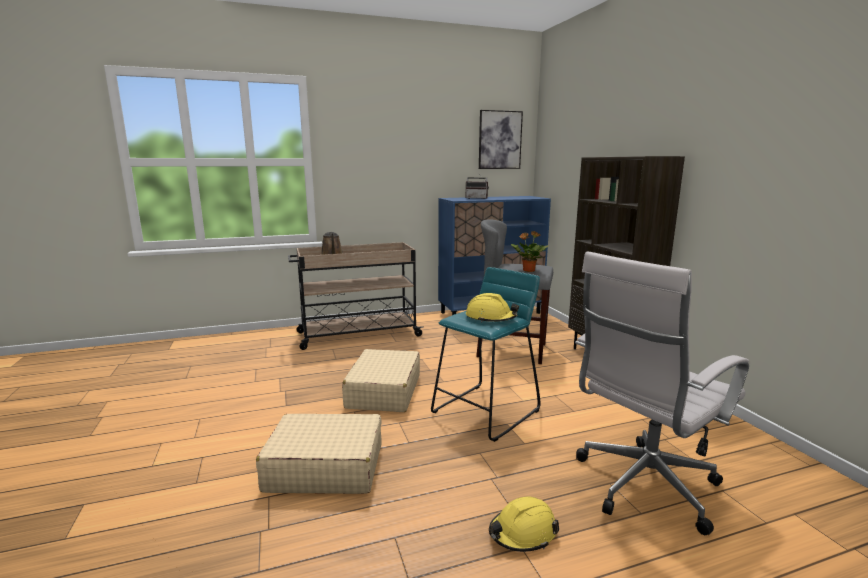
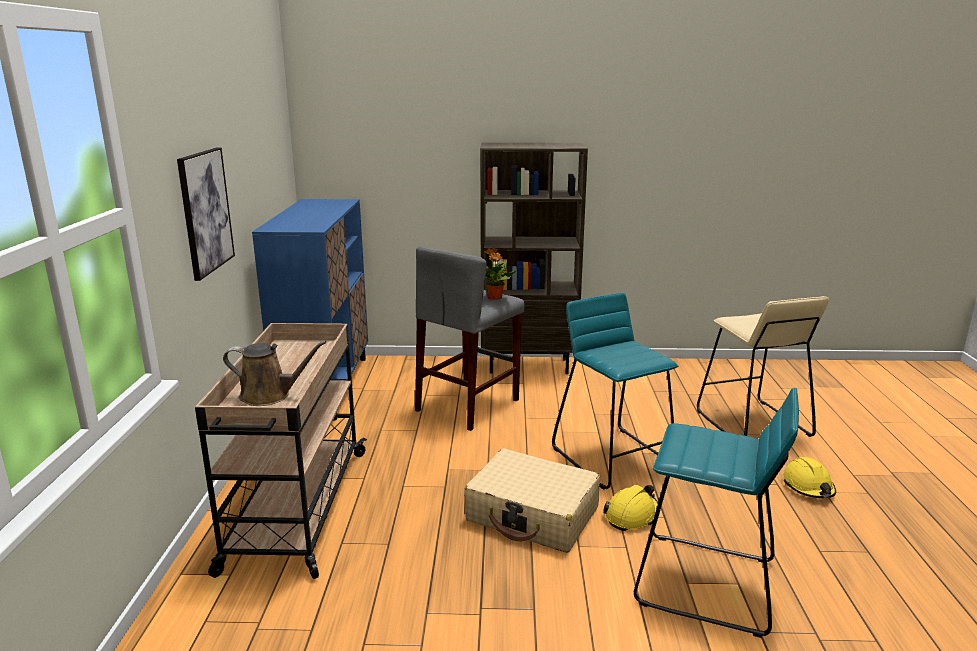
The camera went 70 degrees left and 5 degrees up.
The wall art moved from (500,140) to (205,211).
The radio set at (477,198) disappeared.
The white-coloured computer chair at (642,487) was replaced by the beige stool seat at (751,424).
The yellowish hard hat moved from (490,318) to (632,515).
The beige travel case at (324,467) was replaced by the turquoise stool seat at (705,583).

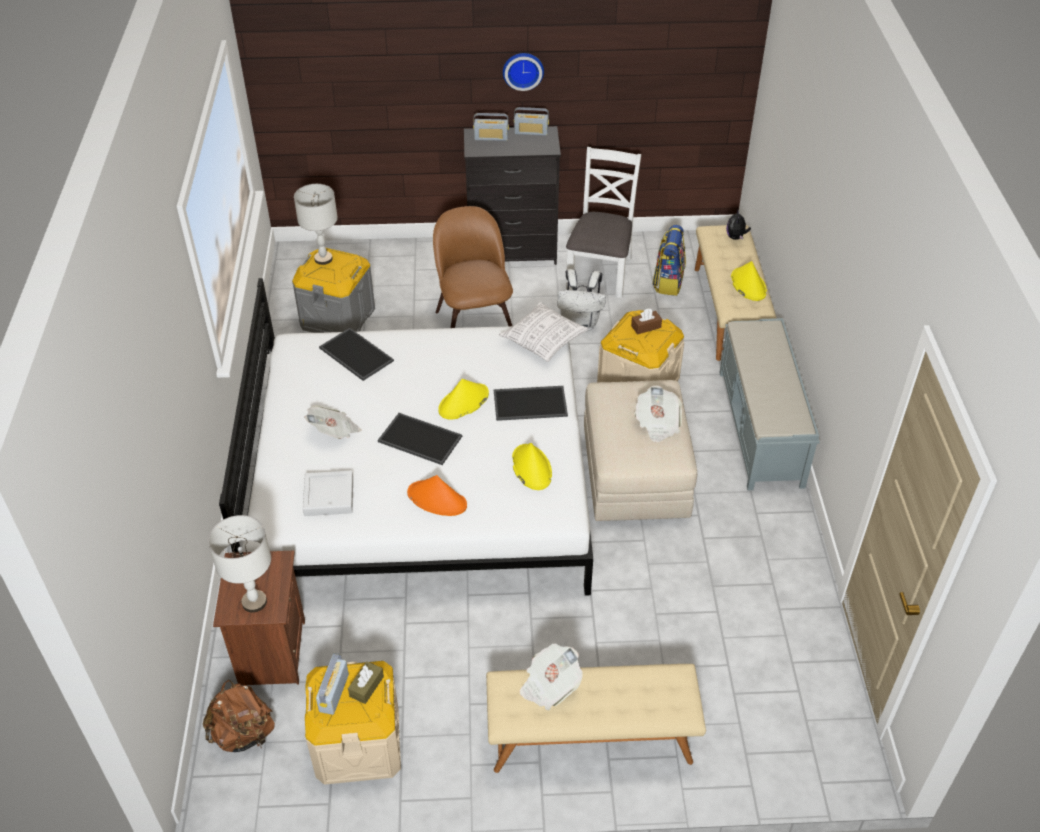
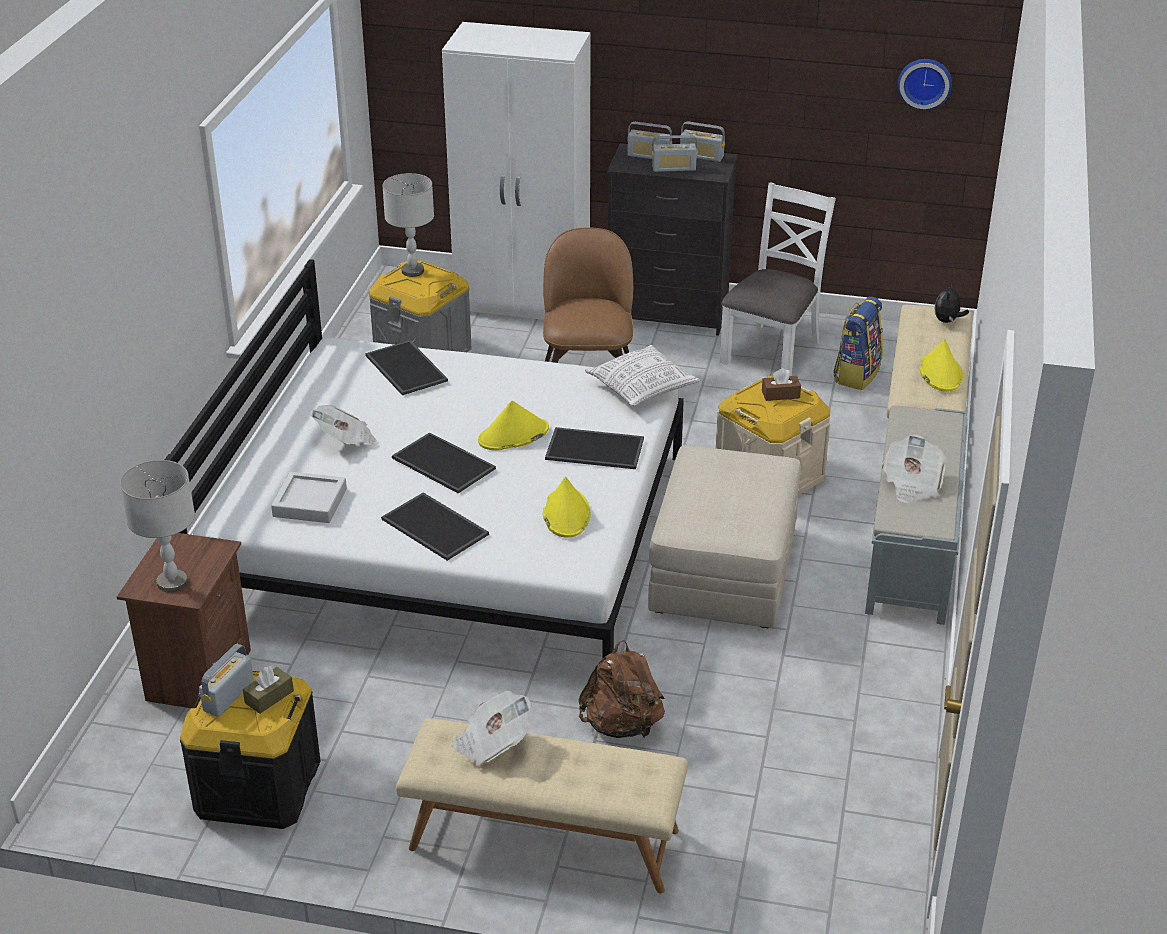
The camera went 15 degrees right and 10 degrees down.
The clock on the wall moved from (523,70) to (924,82).
The white-coloured knapsack at (580,323) disappeared.
The daily paper moved from (657,424) to (911,484).
The orange-coloured wearable hat at (437,499) was replaced by the serving tray at (436,526).
The beige storage bin at (358,744) became the black-coloured storage bin at (258,787).
The brown knapsack moved from (243,734) to (622,725).
The white-coloured wardrobe at (524,302) appeared.
The radio set at (674,168) appeared.

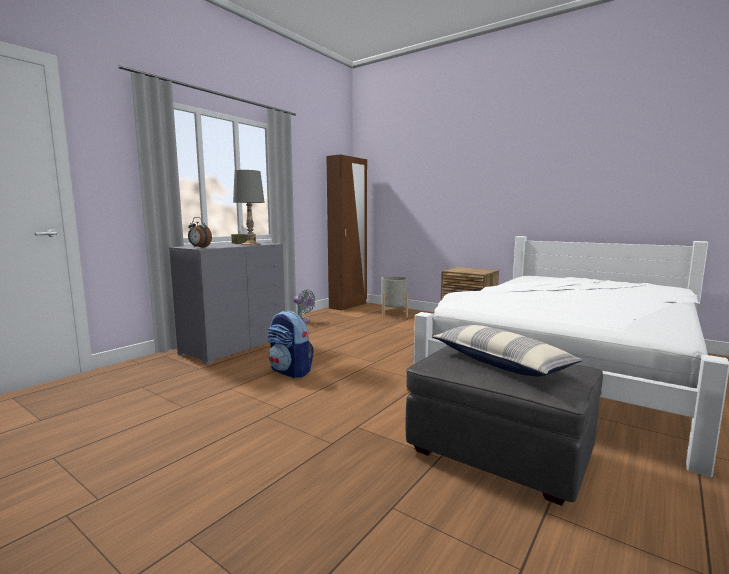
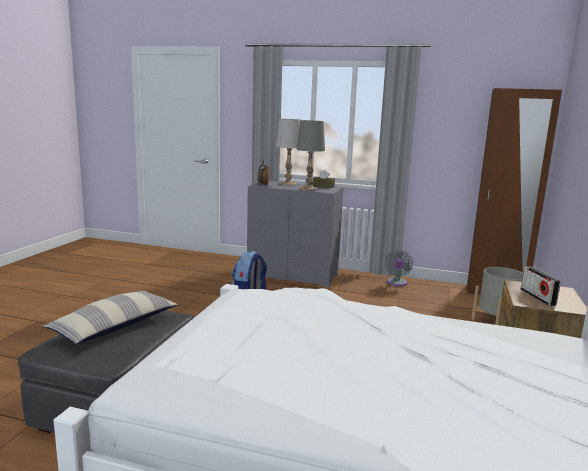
The camera went 70 degrees right and 5 degrees up.
The white-coloured tabletop lamp at (288,184) appeared.
The radio set at (537,297) appeared.

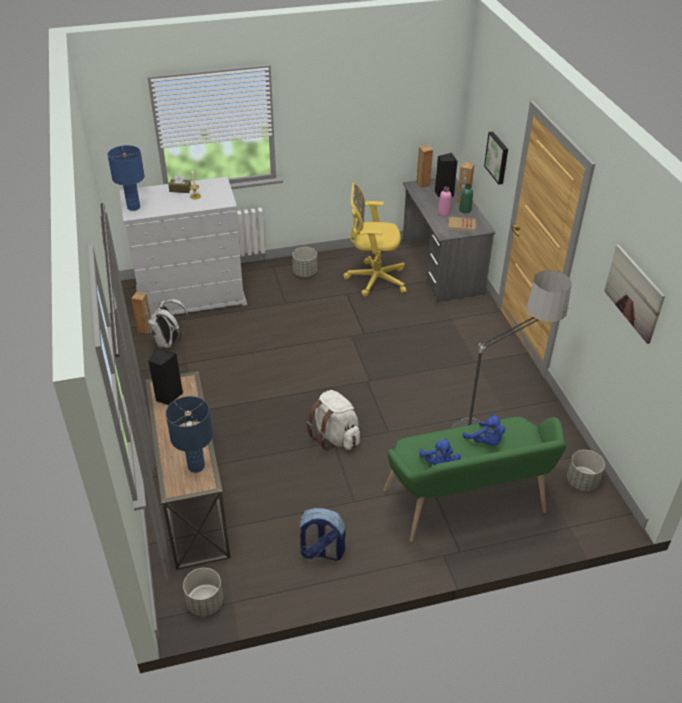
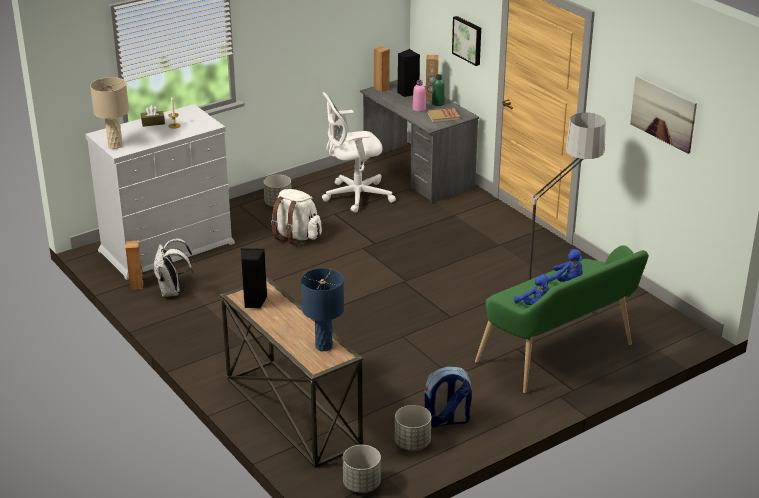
The camera went 20 degrees left and 10 degrees down.
The blue tabletop lamp at (133,207) became the beige tabletop lamp at (115,145).
The yellowish computer chair at (373,279) became the white-coloured computer chair at (354,196).
The white-coloured knapsack moved from (335,437) to (295,236).
The gray plant pot moved from (582,482) to (412,443).

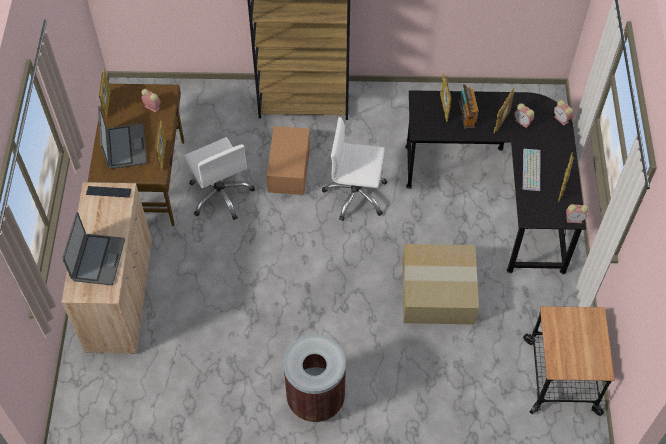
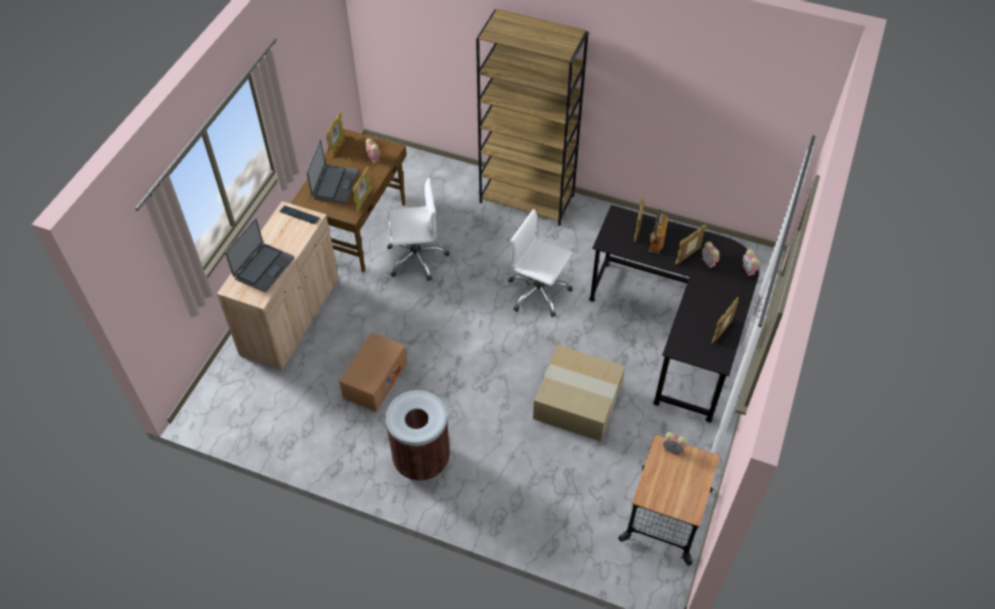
The camera went 20 degrees right and 5 degrees down.
The packing box moved from (289,168) to (375,380).
The white-coloured computer chair at (221,194) turned 90 degrees counterclockwise.
The computer keyboard at (532,170) disappeared.
The table clock moved from (575,219) to (673,449).

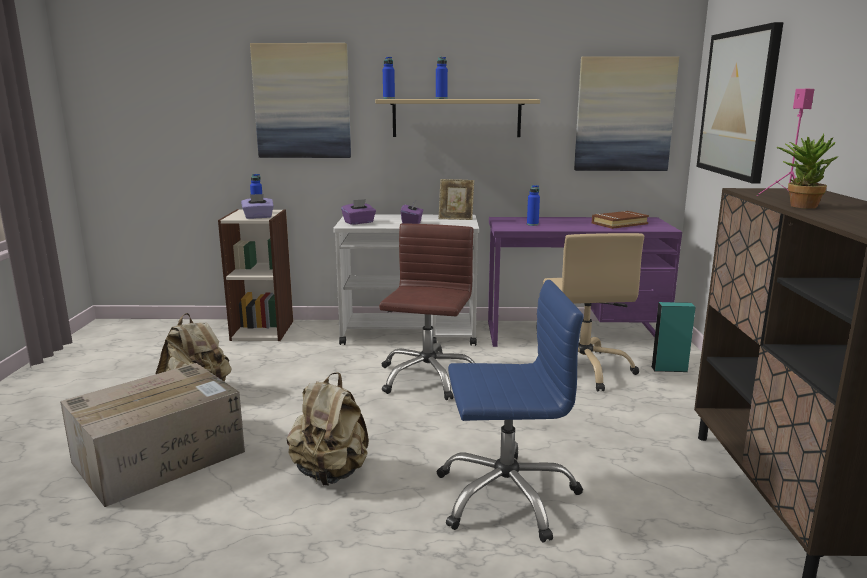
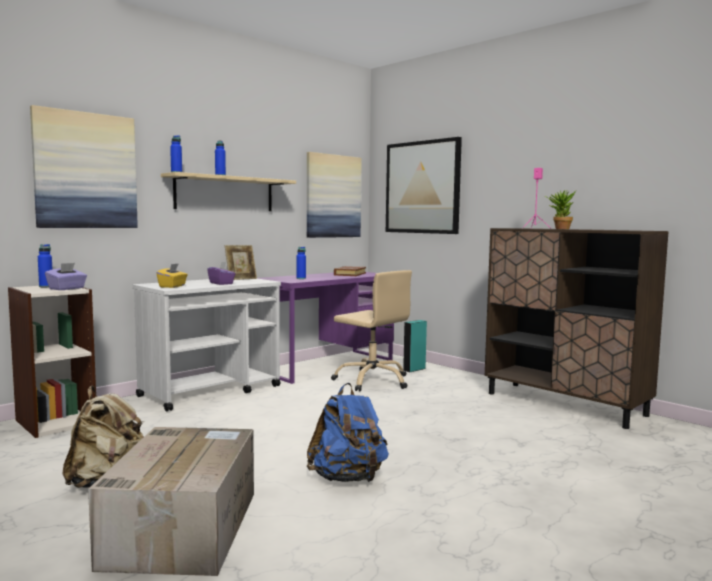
The camera went 45 degrees left and 10 degrees down.
The purple-coloured tissue box at (359,222) became the yellowish tissue box at (172,286).
The brown computer chair at (427,377) disappeared.
The blue computer chair at (506,496) disappeared.
The beige knapsack at (331,473) became the blue knapsack at (348,478).

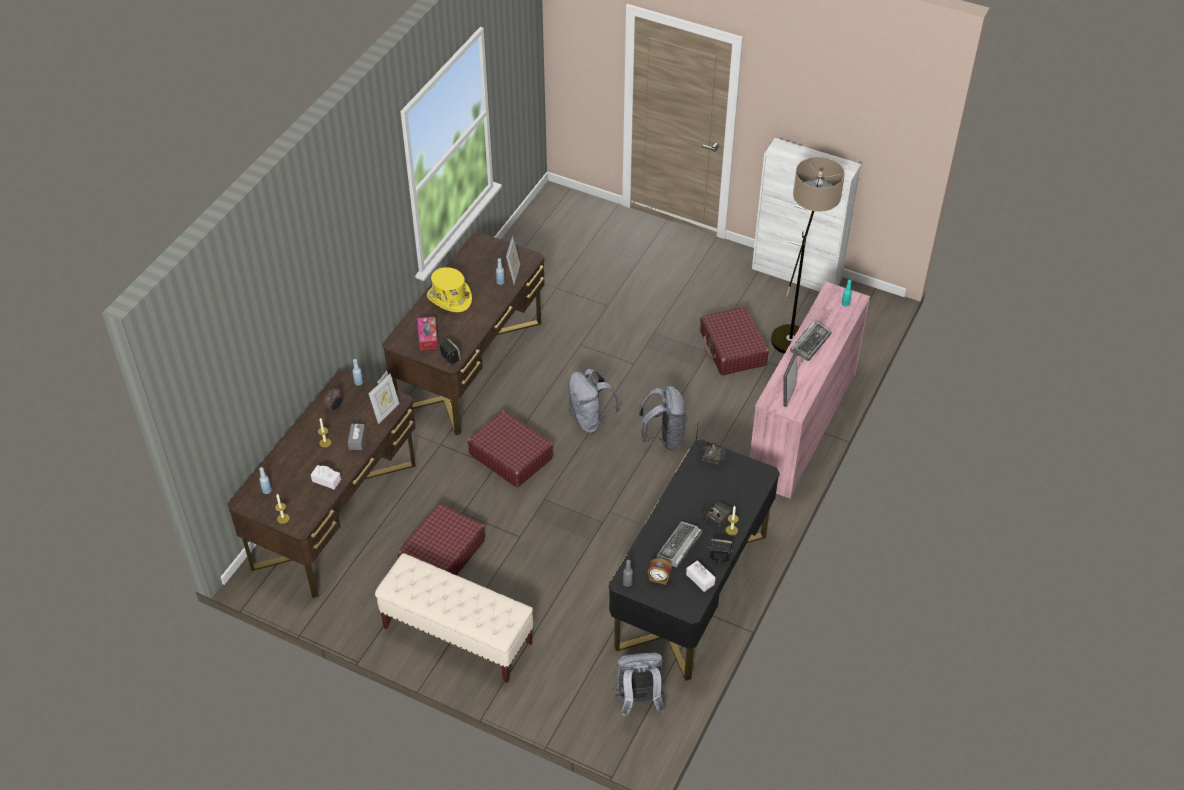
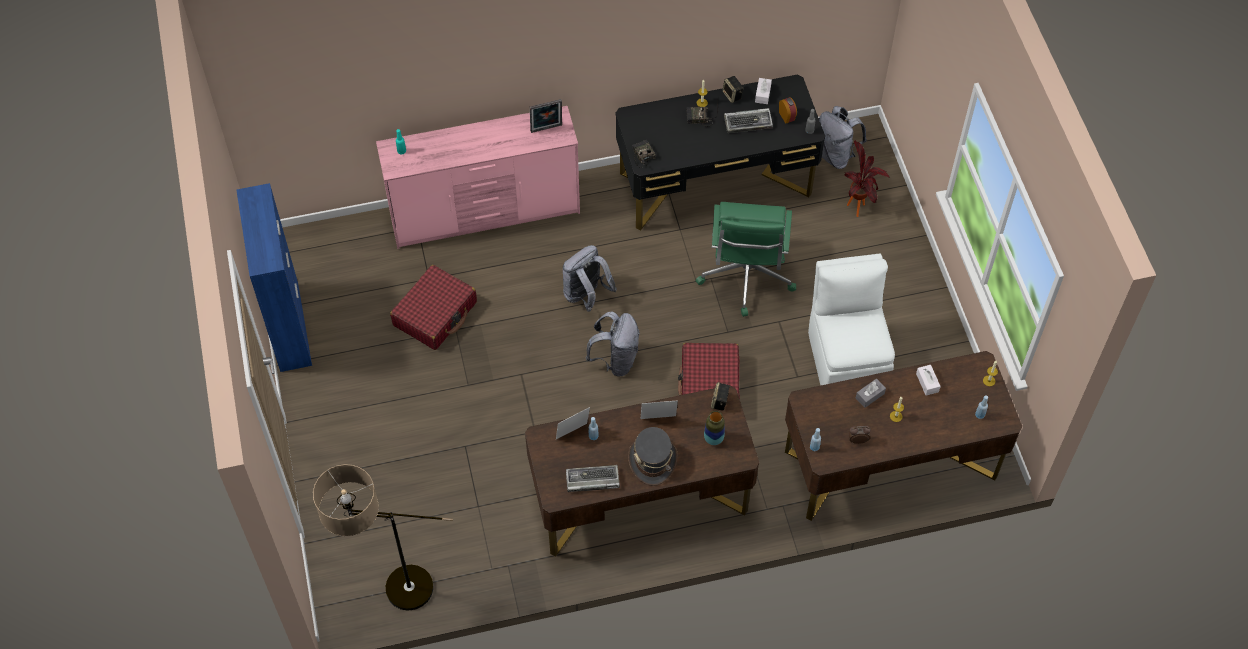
The camera went 130 degrees left and 10 degrees up.
The white-coloured cabinet at (797,274) became the blue cabinet at (289,326).
The standing lamp moved from (795,330) to (390,593).
The yellowish wearable hat at (449,298) became the gray wearable hat at (652,460).
The tissue box at (428,337) was replaced by the vase at (713,439).
The computer keyboard moved from (810,343) to (592,480).
The standing frame moved from (386,412) to (658,420).
The reddish travel case at (442,554) was replaced by the white-coloured plain chair at (846,359).
The beige long seat at (457,635) disappeared.
The houseplant at (859,205) appeared.
The green-coloured computer chair at (745,277) appeared.

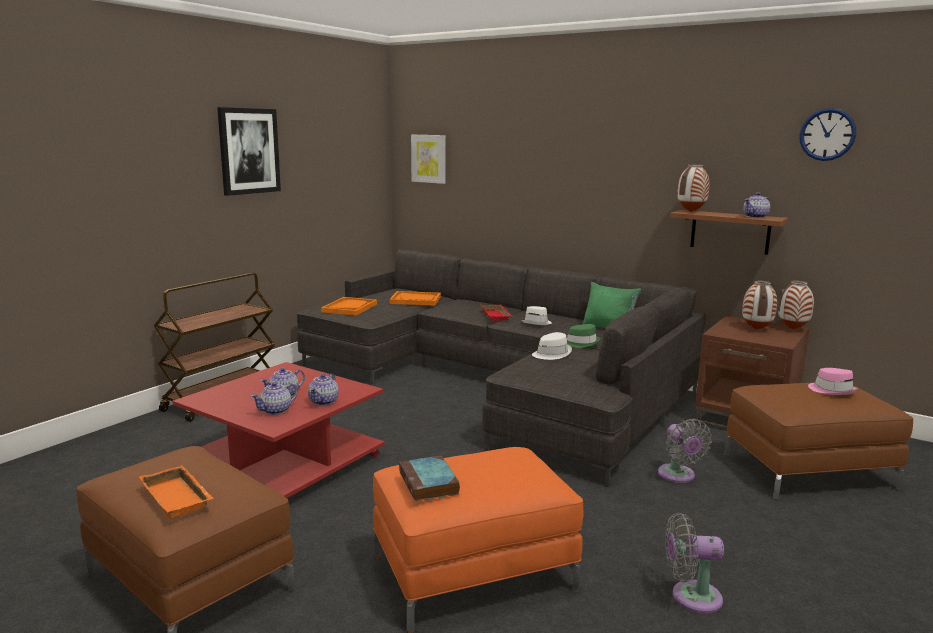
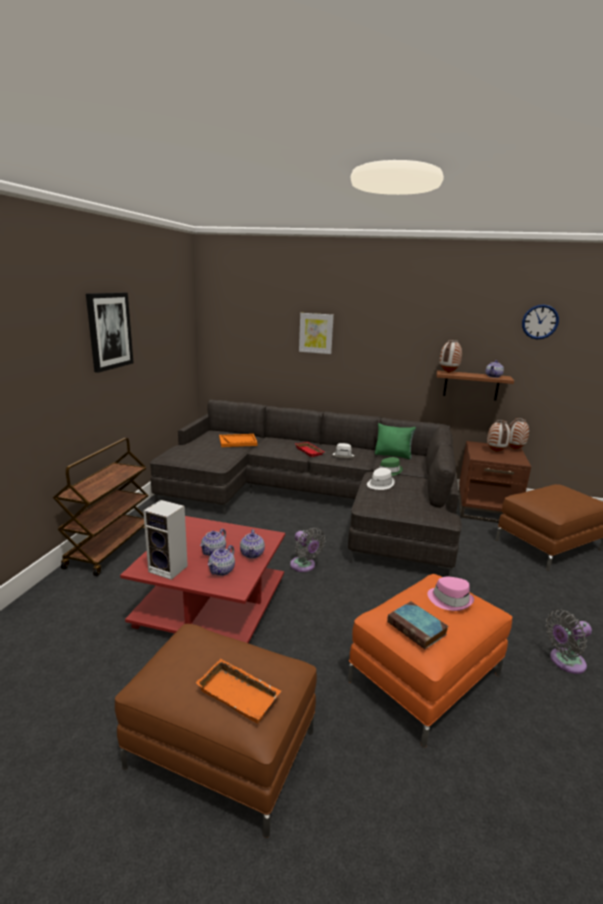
The camera went 20 degrees left and 5 degrees up.
The wall art moved from (429,158) to (316,333).
The orange-coloured serving tray at (349,308) disappeared.
The pink-coloured wearable hat moved from (832,390) to (450,600).
The gray fan moved from (678,476) to (304,566).
The audio speaker at (169,569) appeared.

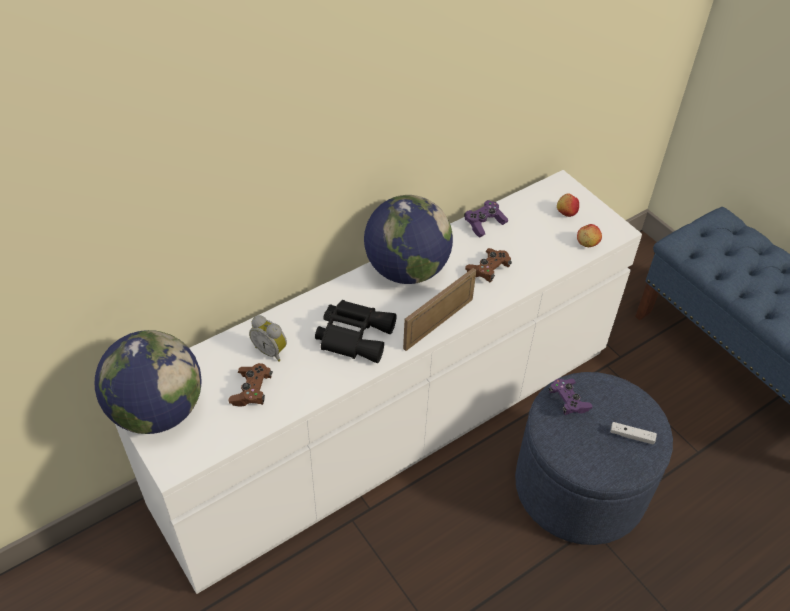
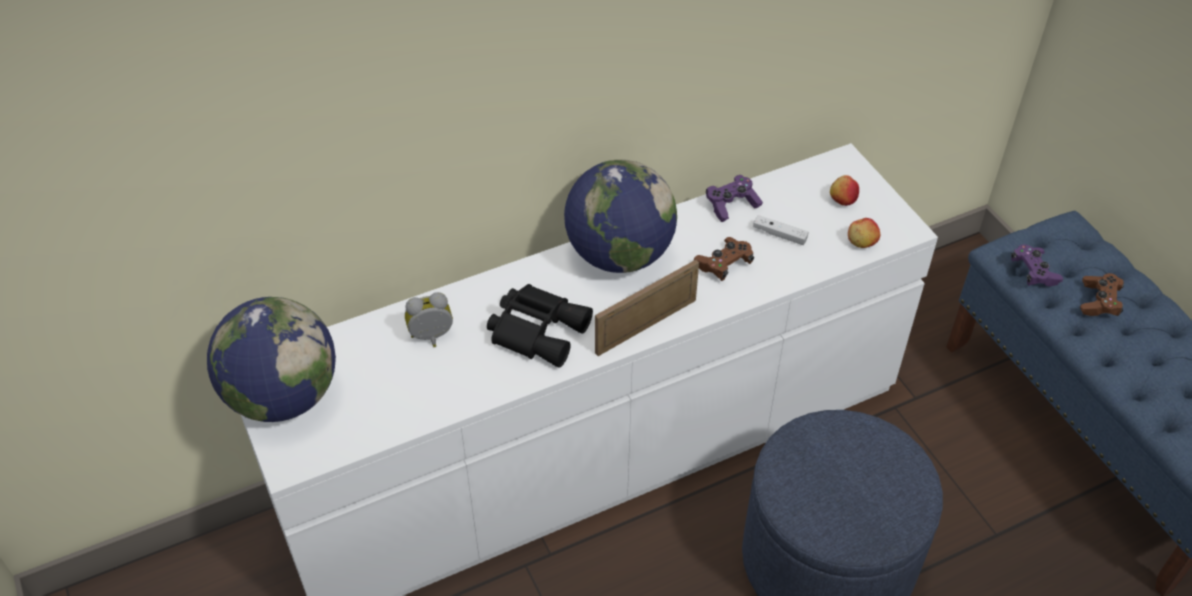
The camera went 10 degrees right and 0 degrees up.
The table clock at (271,350) turned 120 degrees clockwise.
The brown joypad moved from (251,391) to (1099,302).
The purple-coloured joypad moved from (568,401) to (1033,272).
The white-coloured joypad moved from (631,436) to (779,234).

